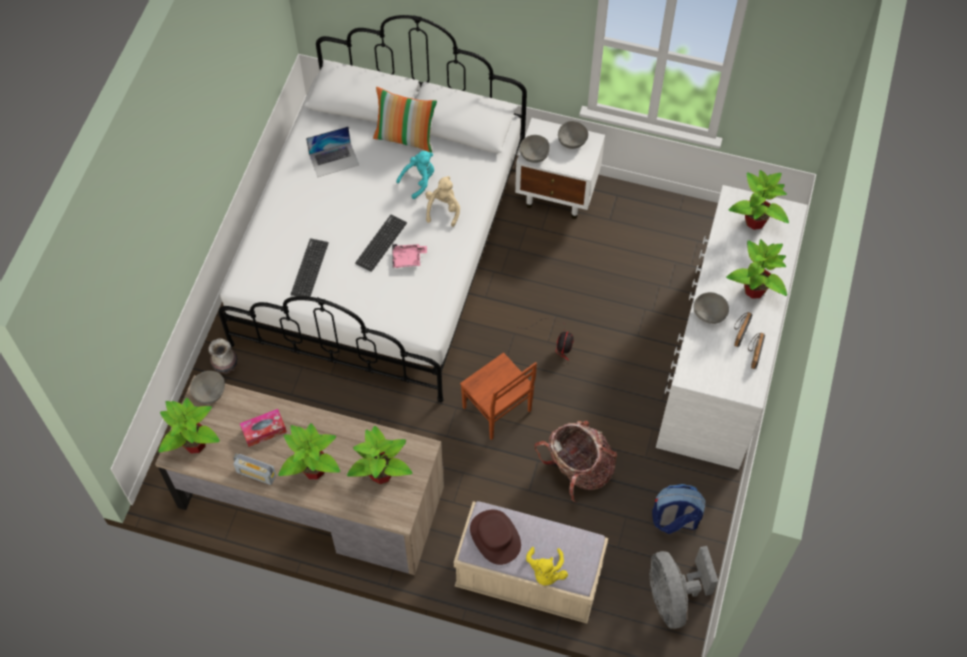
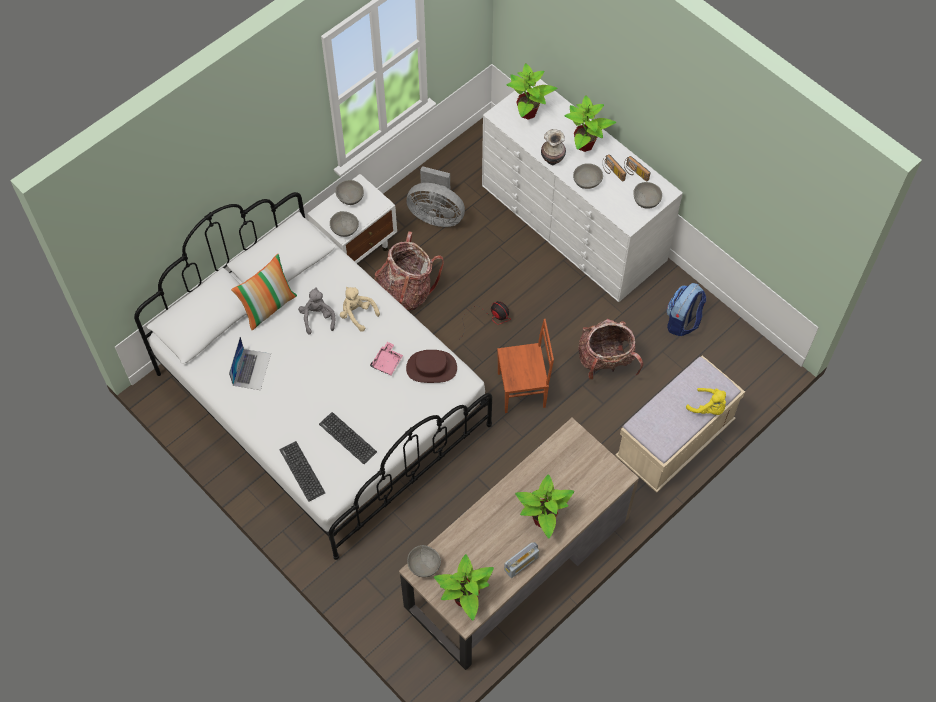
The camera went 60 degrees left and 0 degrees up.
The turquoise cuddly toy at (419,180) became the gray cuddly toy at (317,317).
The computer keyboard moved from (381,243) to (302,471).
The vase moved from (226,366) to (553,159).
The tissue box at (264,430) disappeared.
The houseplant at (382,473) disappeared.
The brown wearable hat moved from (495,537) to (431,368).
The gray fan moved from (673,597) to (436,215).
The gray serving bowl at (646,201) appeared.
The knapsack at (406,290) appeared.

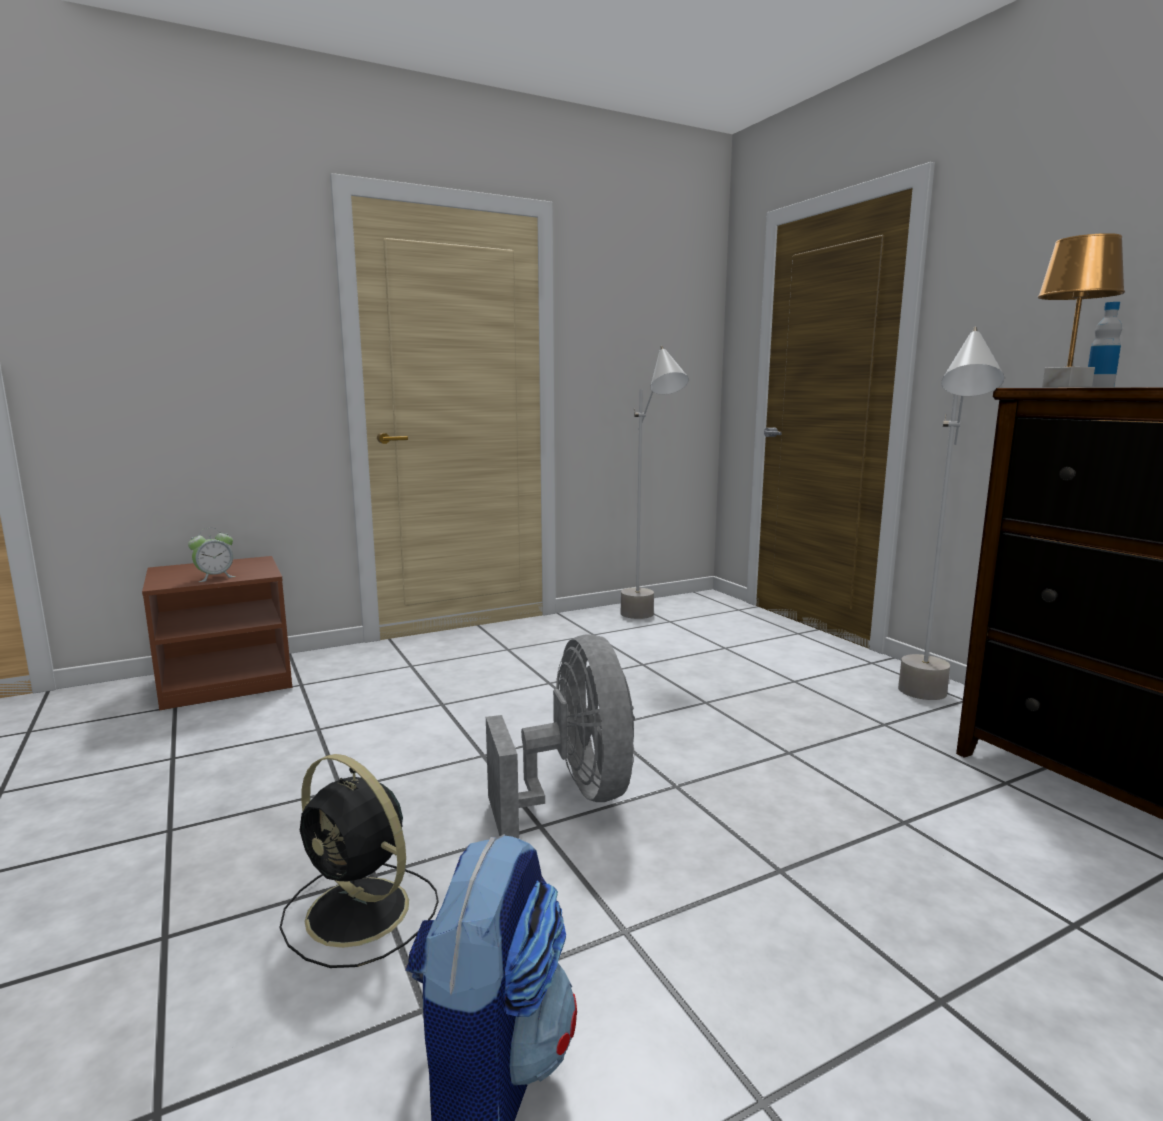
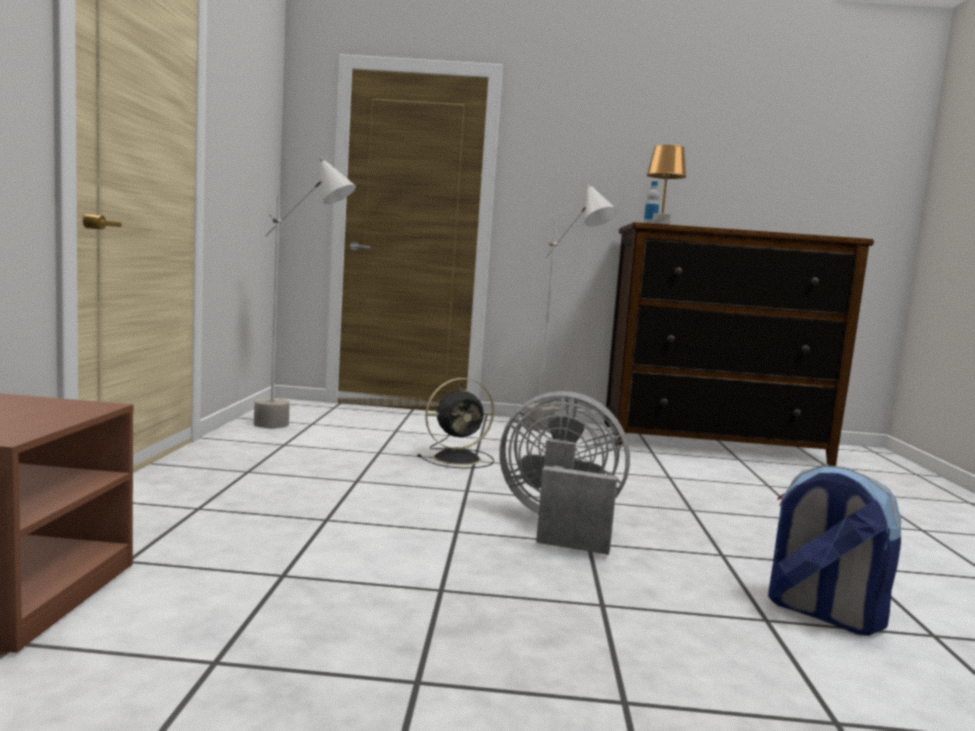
The camera went 60 degrees left and 5 degrees down.
The table clock at (215,577) disappeared.
The black-coloured fan moved from (361,913) to (459,458).

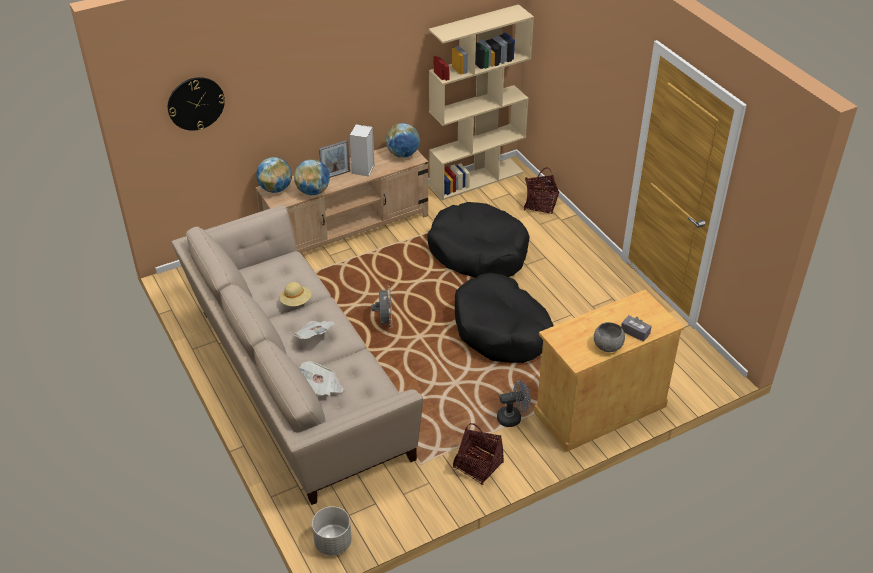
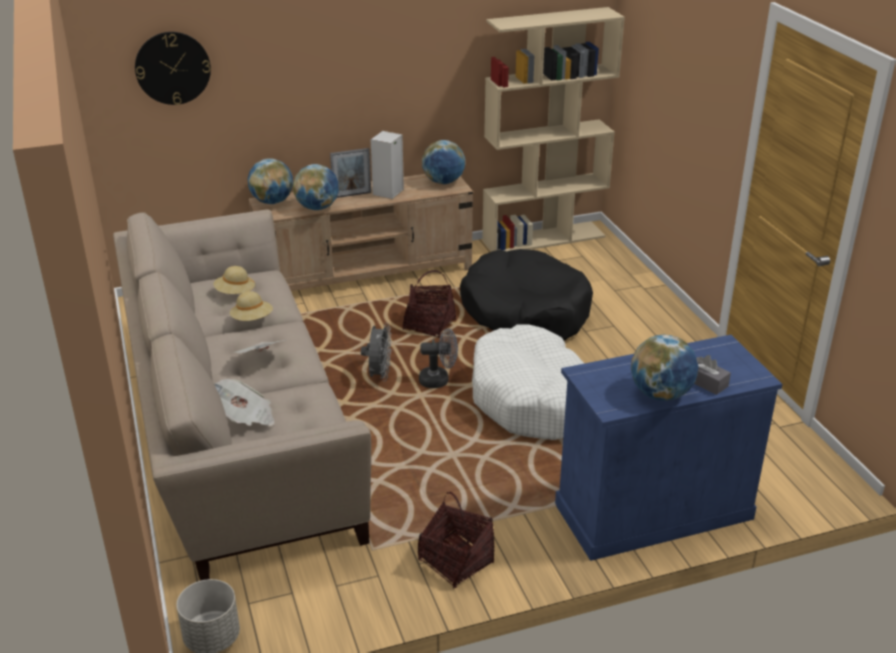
The camera went 10 degrees right and 10 degrees down.
The household basket moved from (540,204) to (429,325).
The black-coloured dog bed at (502,330) became the white-coloured dog bed at (534,400).
The beige cabinet at (599,409) became the blue cabinet at (653,511).
The gray serving bowl at (608,345) was replaced by the world globe at (661,394).
The gray fan moved from (513,417) to (439,380).
The beige wearable hat at (235,293) appeared.

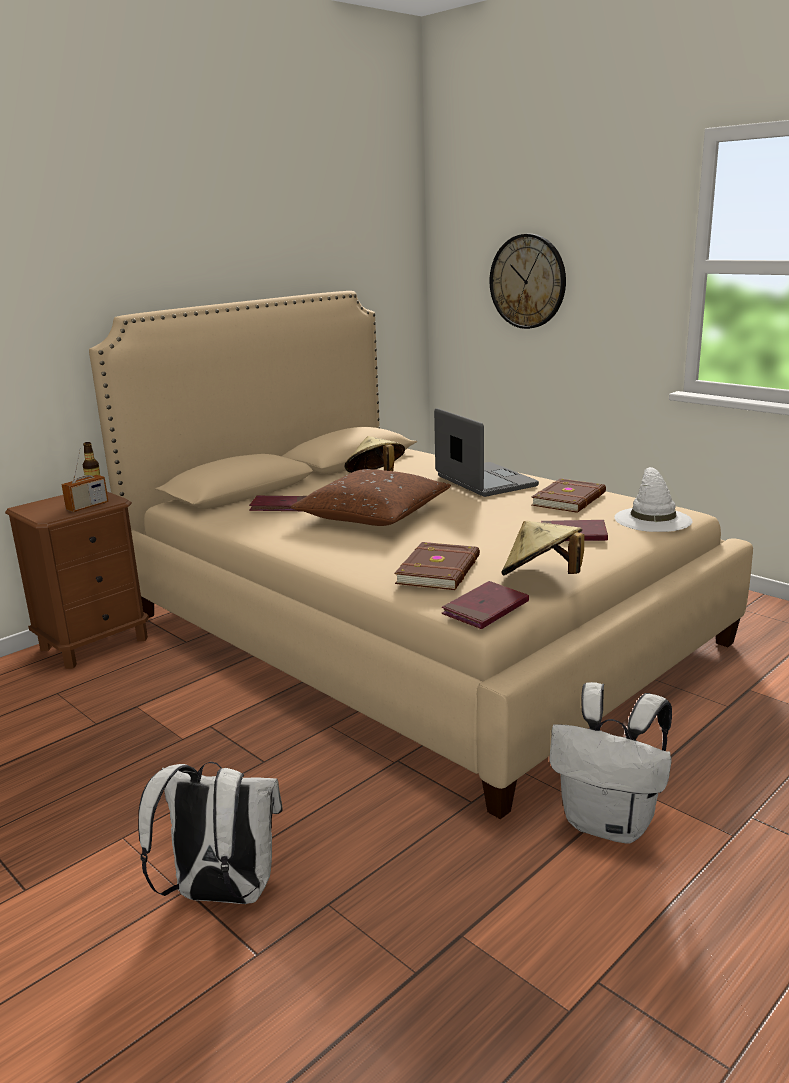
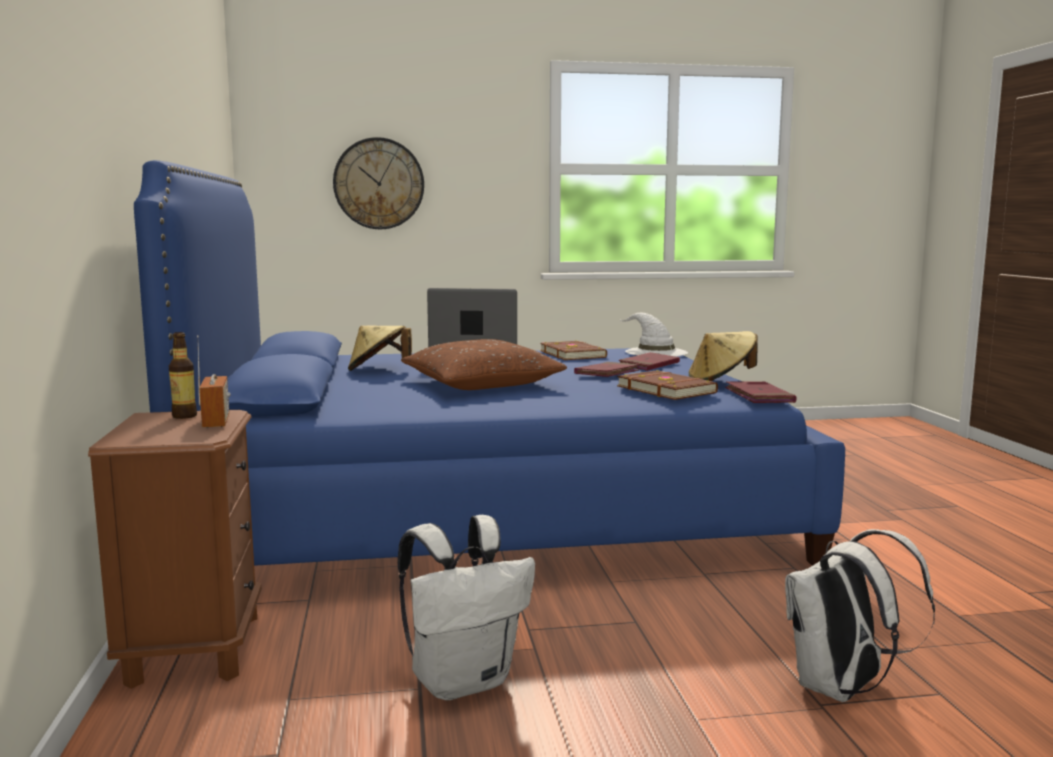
The camera went 55 degrees left and 10 degrees down.
The beige bed at (415,628) became the blue bed at (490,510).
The reddish book moved from (280,507) to (607,373).
The white-coloured knapsack moved from (610,823) to (463,681).

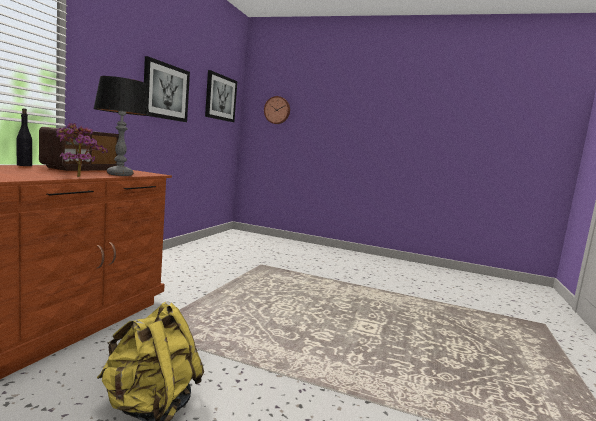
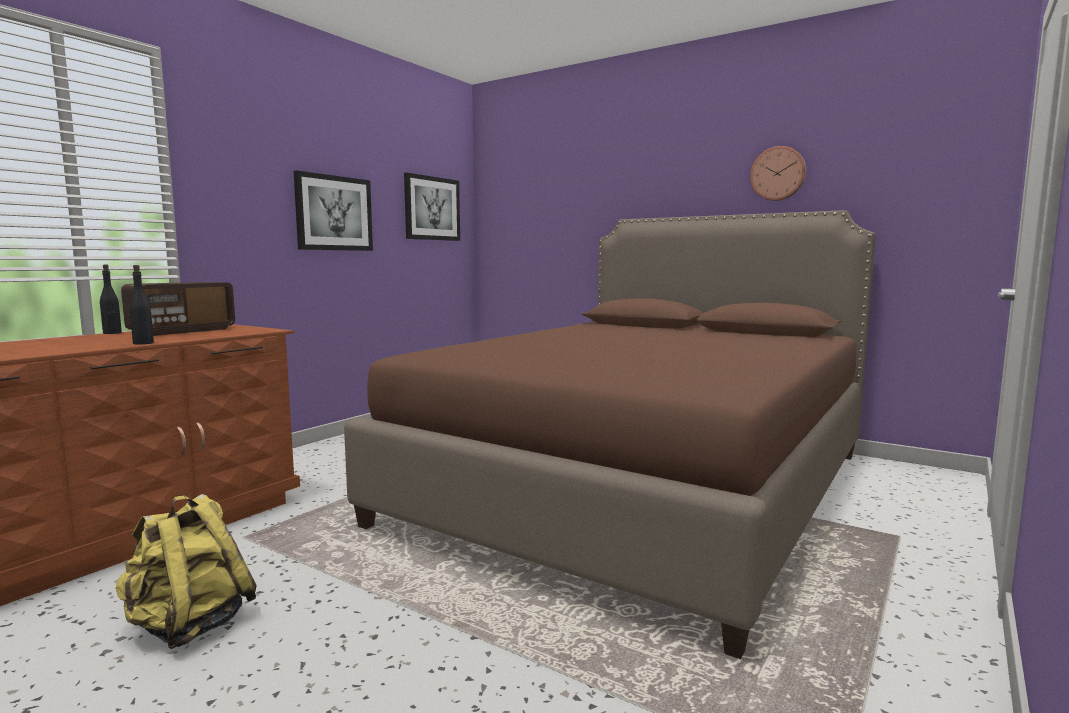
The camera went 15 degrees right and 0 degrees up.
The tabletop lamp at (119,174) disappeared.
The clock on the wall moved from (277,110) to (778,174).
The houseplant at (77,176) was replaced by the black-coloured drink bottle at (143,343).
The brown bed at (642,487) appeared.

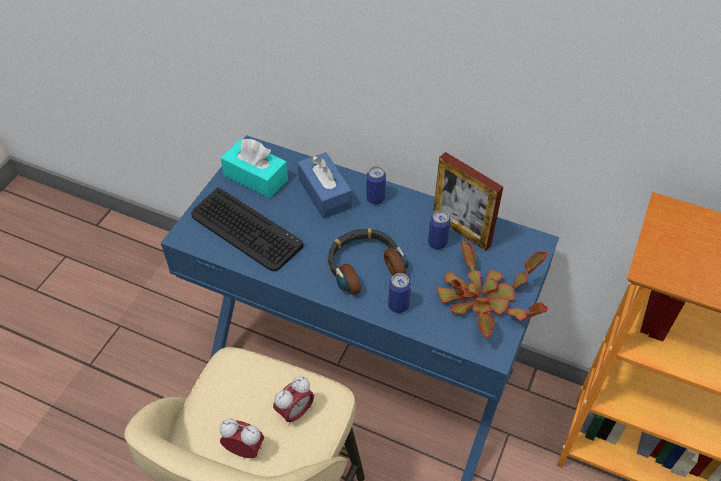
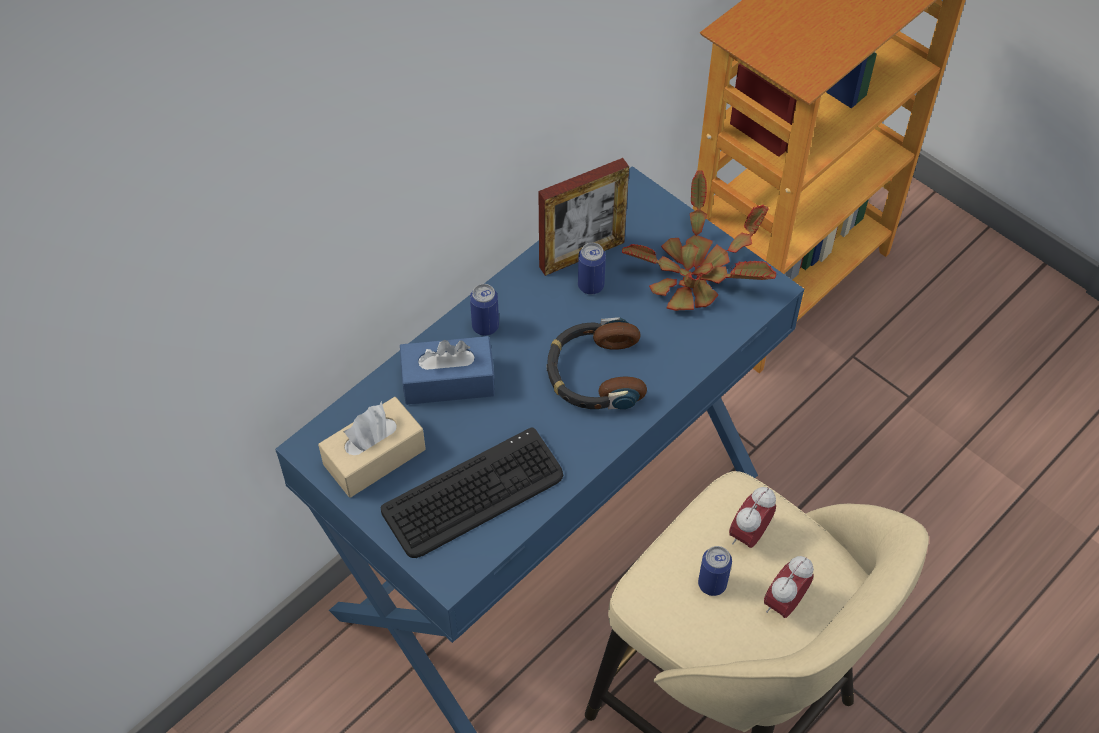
The camera went 70 degrees left and 5 degrees up.
The turquoise tissue box at (256,177) became the beige tissue box at (374,457).
The can moved from (398,305) to (712,584).
The table clock at (295,412) turned 120 degrees counterclockwise.

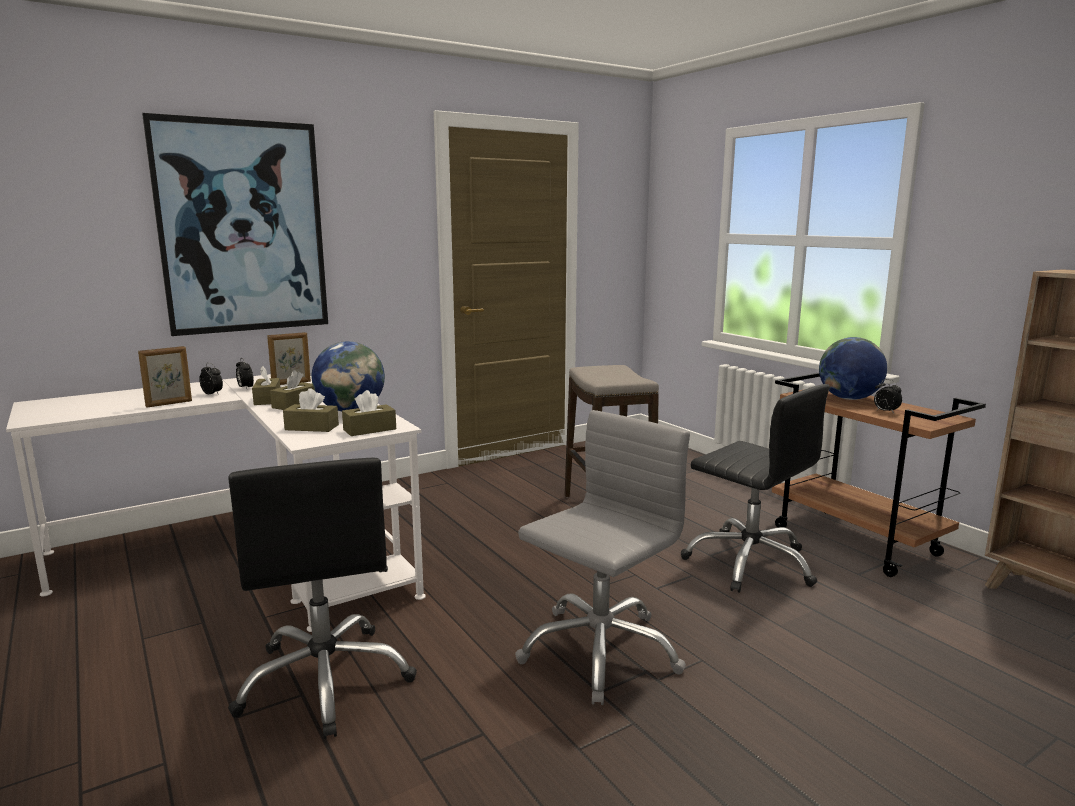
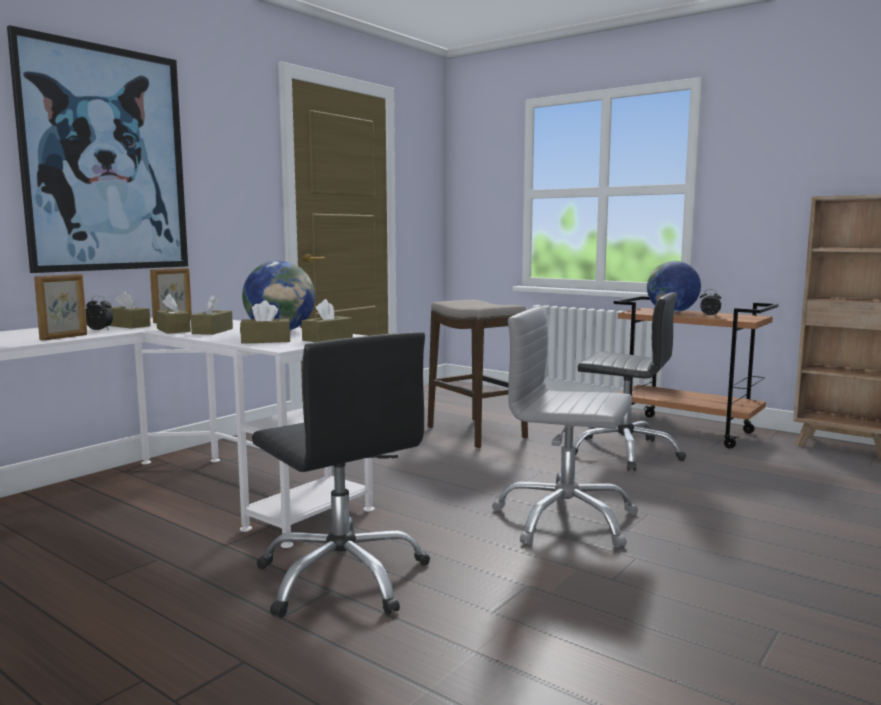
The camera went 20 degrees left and 5 degrees down.
The table clock at (245,388) was replaced by the brown tissue box at (128,326).
The gray computer chair at (599,651) turned 90 degrees counterclockwise.

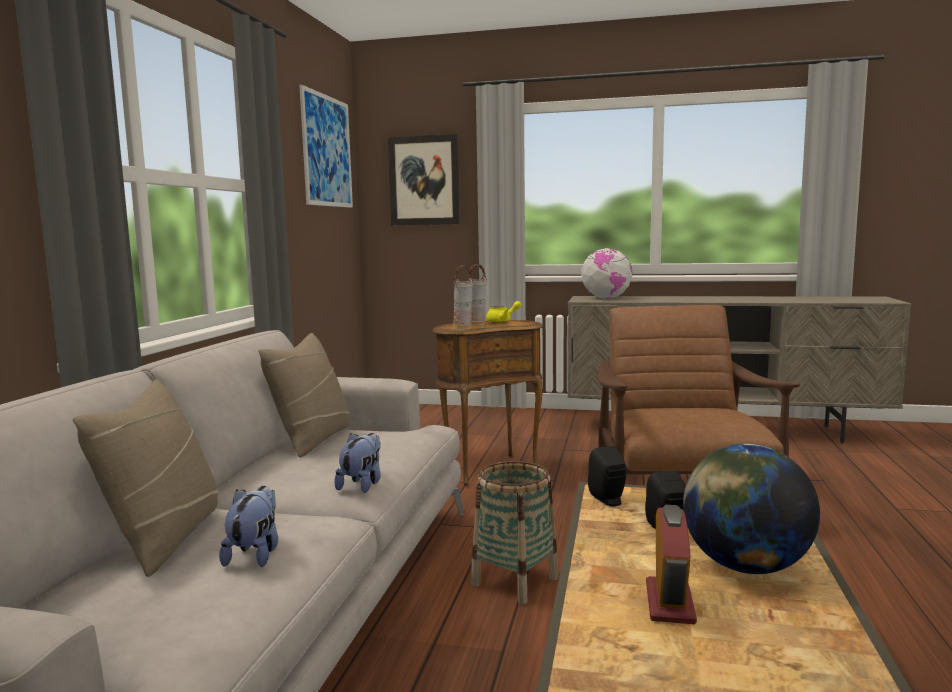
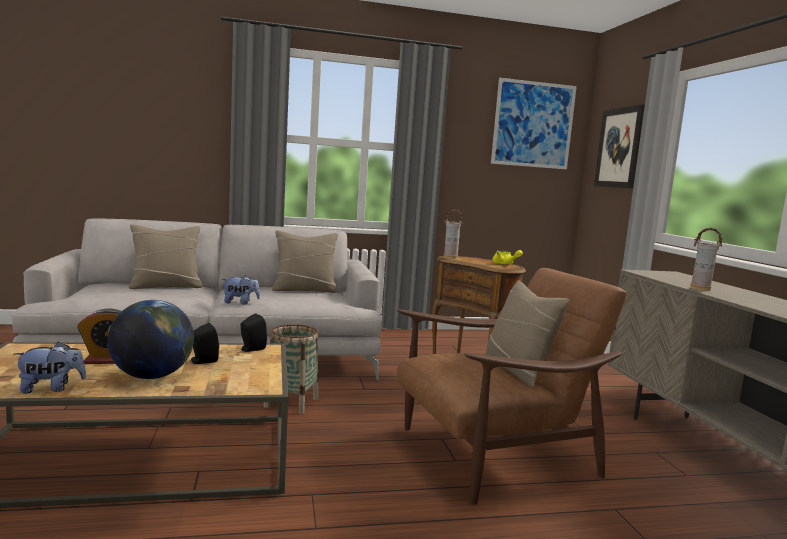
The camera went 65 degrees right and 0 degrees up.
The world globe at (606,298) disappeared.
The vase moved from (477,325) to (700,289).
The cuddly toy moved from (255,554) to (51,388).
The beige pillow at (517,370) appeared.

